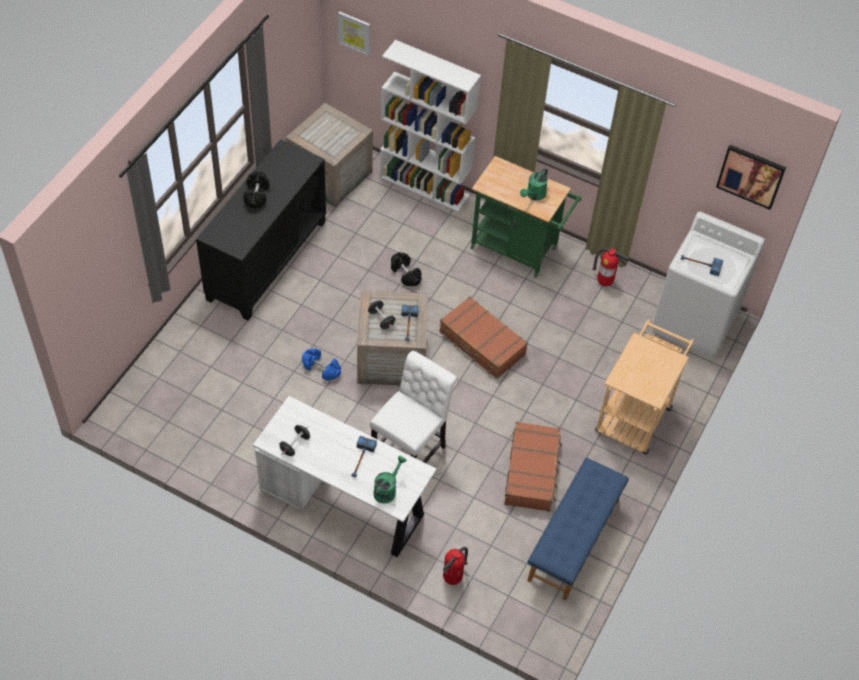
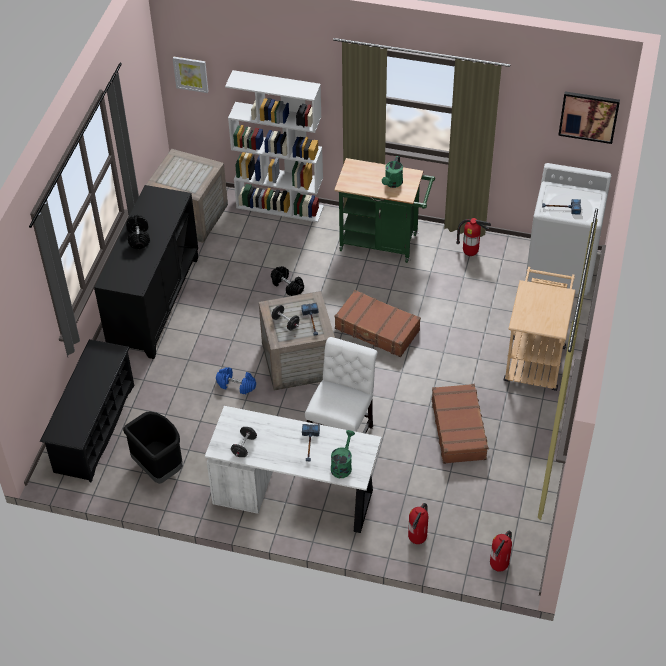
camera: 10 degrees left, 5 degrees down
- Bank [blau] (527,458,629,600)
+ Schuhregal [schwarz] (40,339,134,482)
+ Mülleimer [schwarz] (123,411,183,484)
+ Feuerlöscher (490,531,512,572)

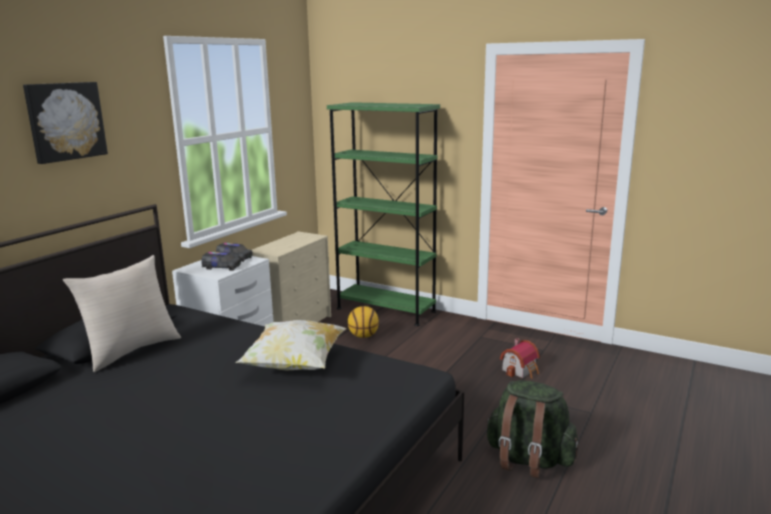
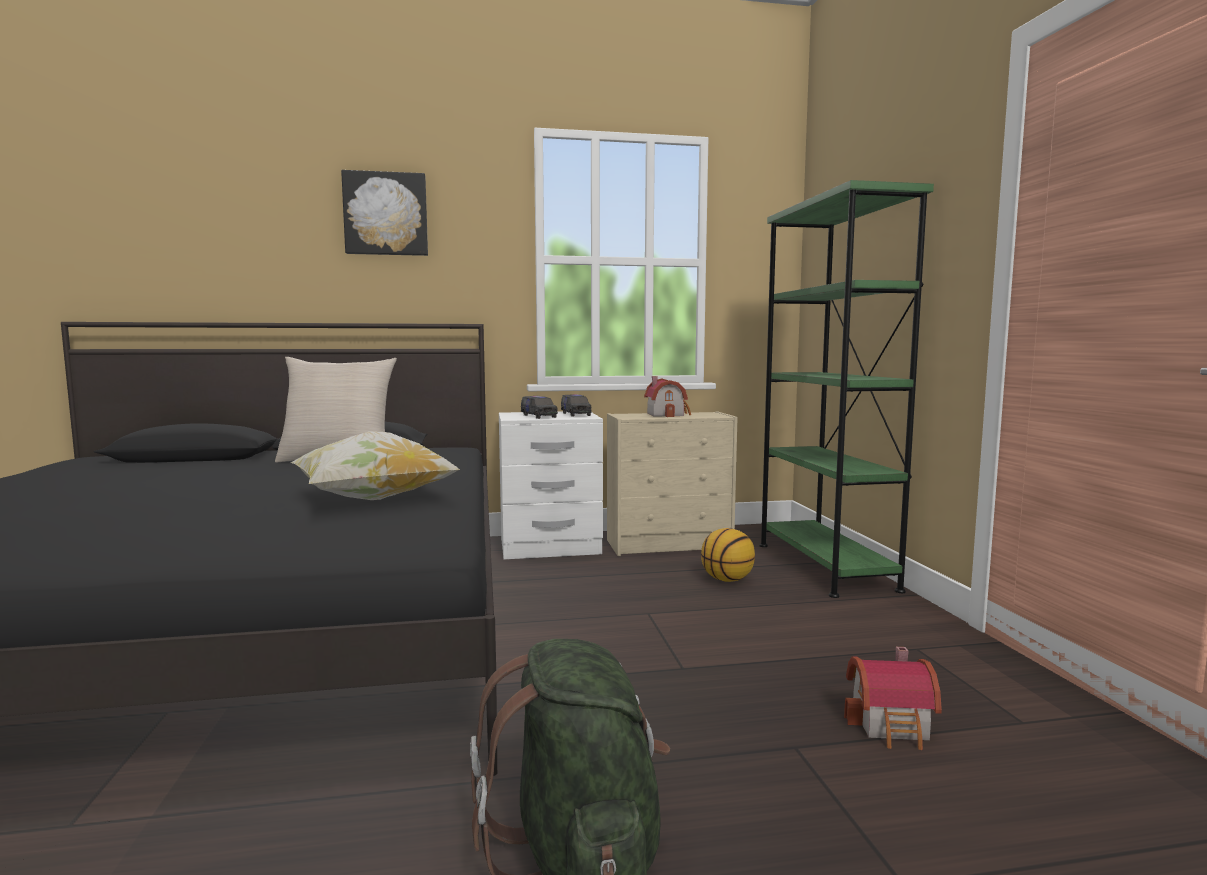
camera: 50 degrees right, 10 degrees down
+ Spielzeughaus (644,376,691,417)

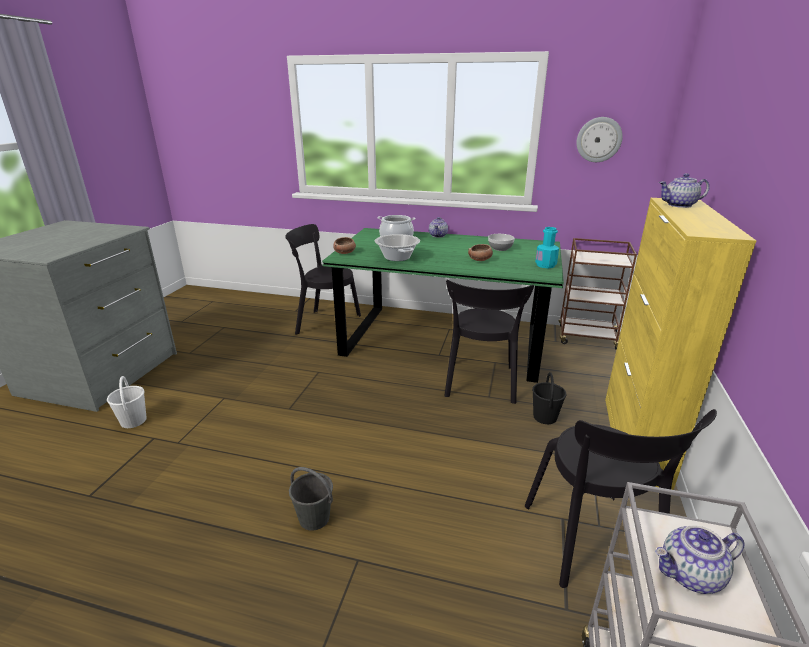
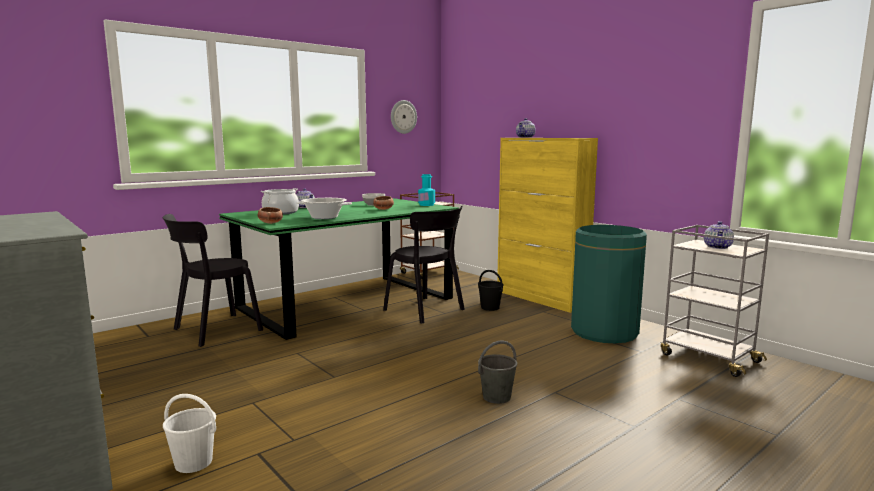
camera: 55 degrees left, 15 degrees down
~ Stuhl [schwarz] (525,409,717,588) to Mülleimer [grün] (571,225,647,343)

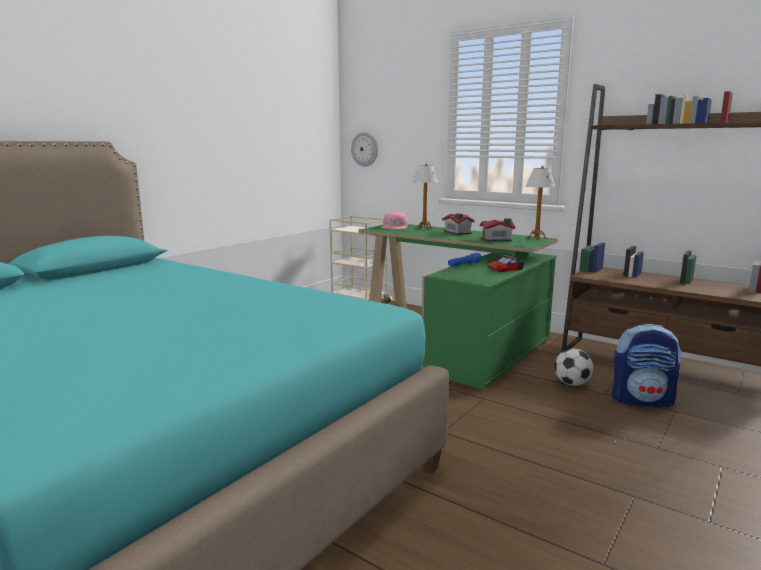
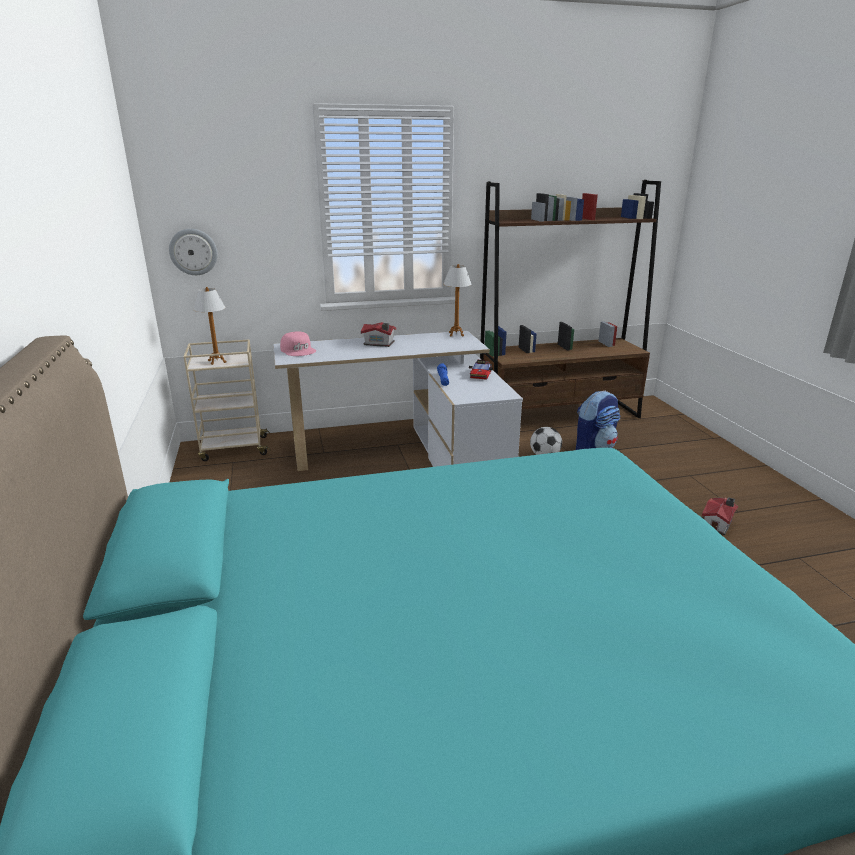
camera: 50 degrees left, 10 degrees up
~ Tischlampe (413,164,438,230) to (193,287,226,365)
~ Spielzeughaus (480,218,515,241) to (702,497,738,535)
~ Schreibtisch [grün] (358,224,558,389) to Schreibtisch [weiß] (273,331,523,471)

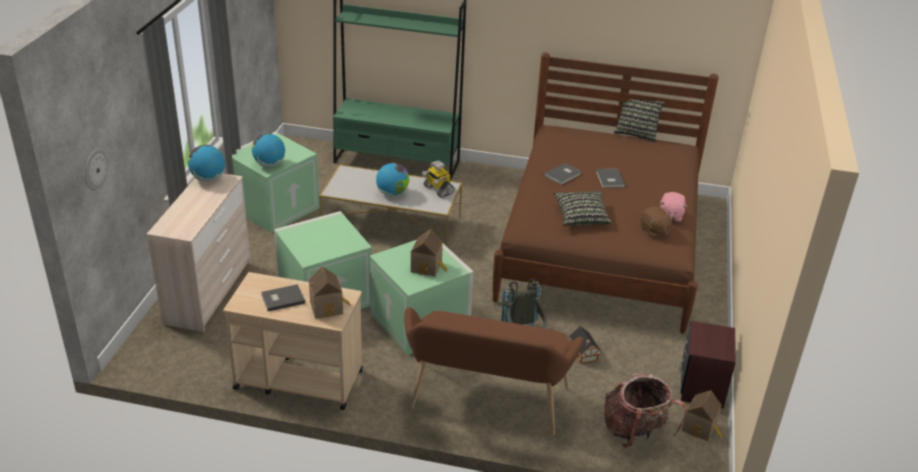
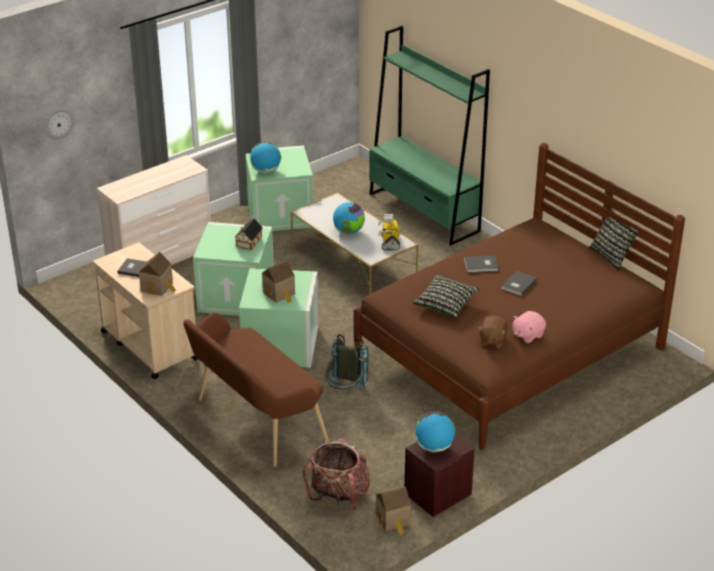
camera: 40 degrees right, 0 degrees up
~ Globus (188,145,225,182) to (415,411,455,452)
~ Spielzeughaus (569,326,601,364) to (234,218,263,250)

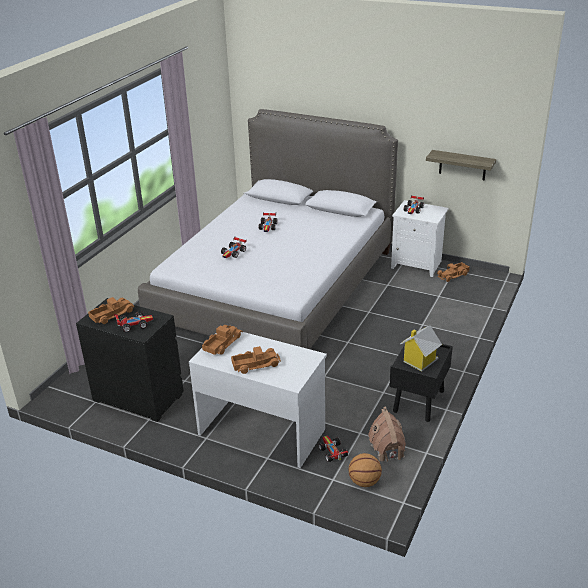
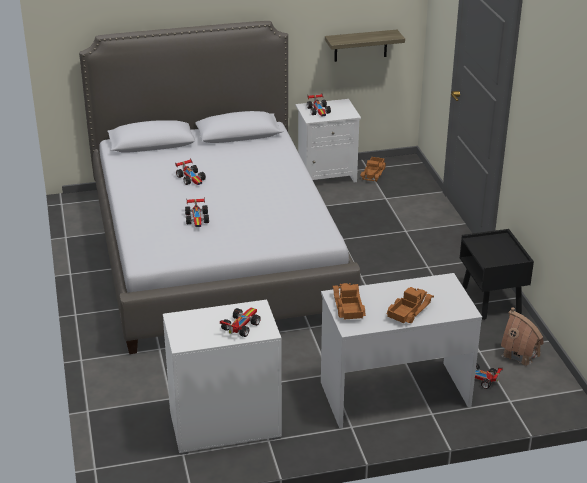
camera: 40 degrees left, 0 degrees up
- Spielzeuglaster (88,297,134,324)
- Basketball (348,453,382,487)
- Spielzeughaus (400,325,442,371)
~ Kommode [schwarz] (76,298,184,422) to Kommode [weiß] (163,300,282,455)

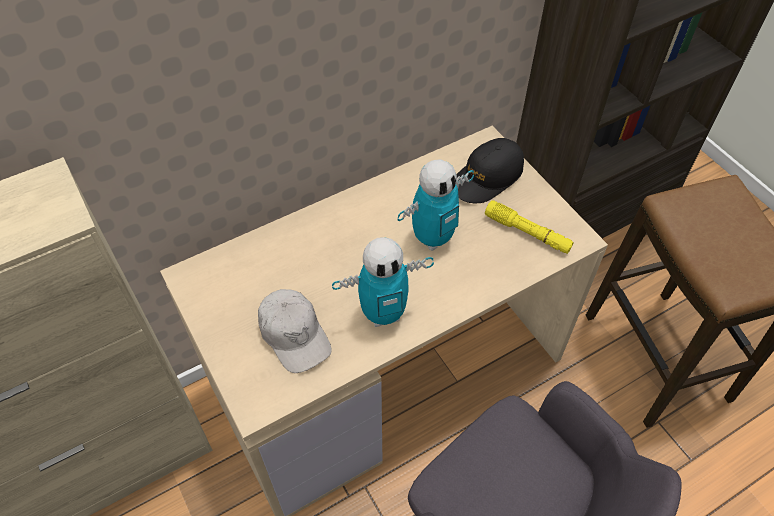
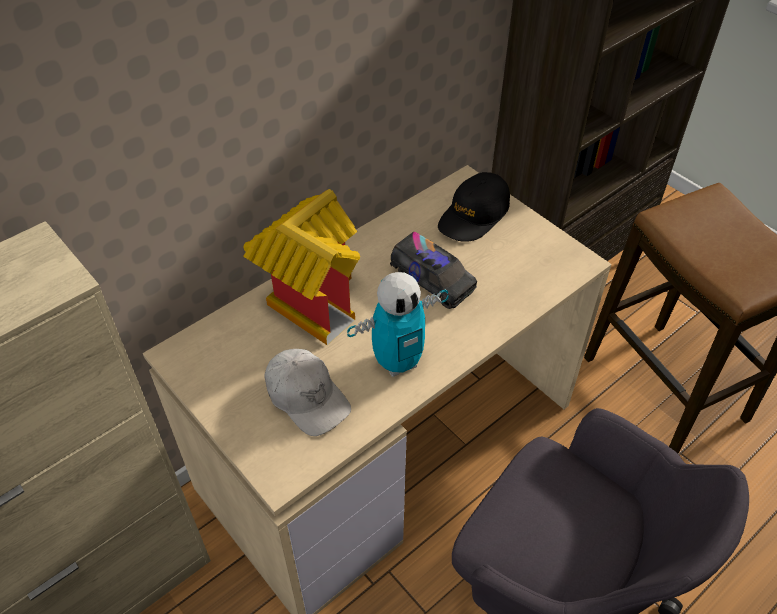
camera: 10 degrees left, 5 degrees down
- Taschenlampe [gelb] (485,200,574,254)
+ Spielzeughaus (243,189,360,345)
~ Spielzeugroboter (397,159,474,251) to Spielzeuglaster (390,232,477,309)

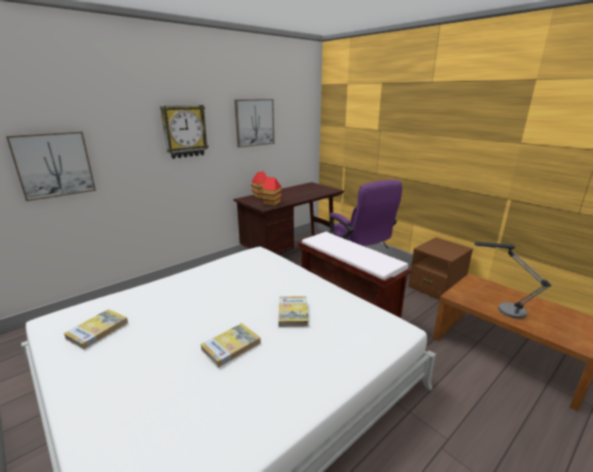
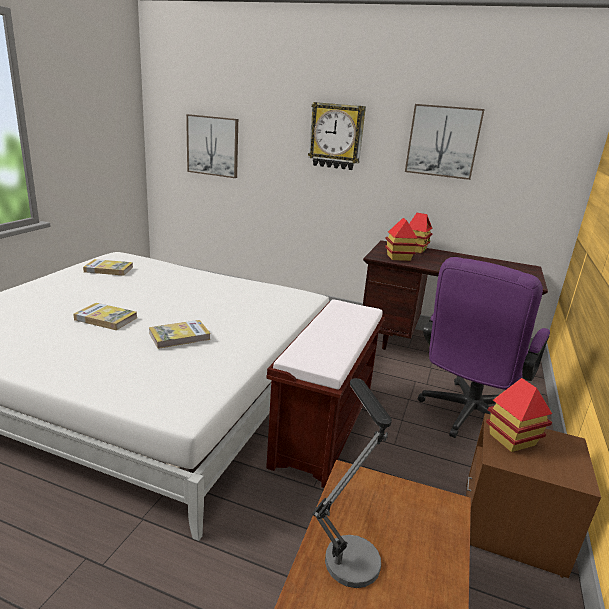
camera: 60 degrees right, 0 degrees up
+ Spielzeughaus (486,378,552,452)

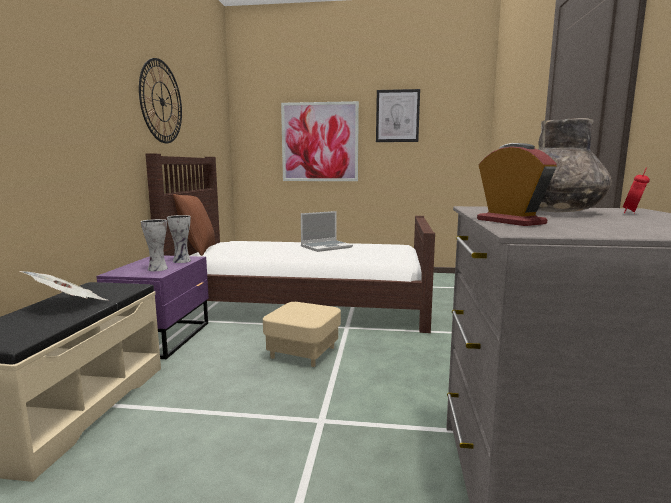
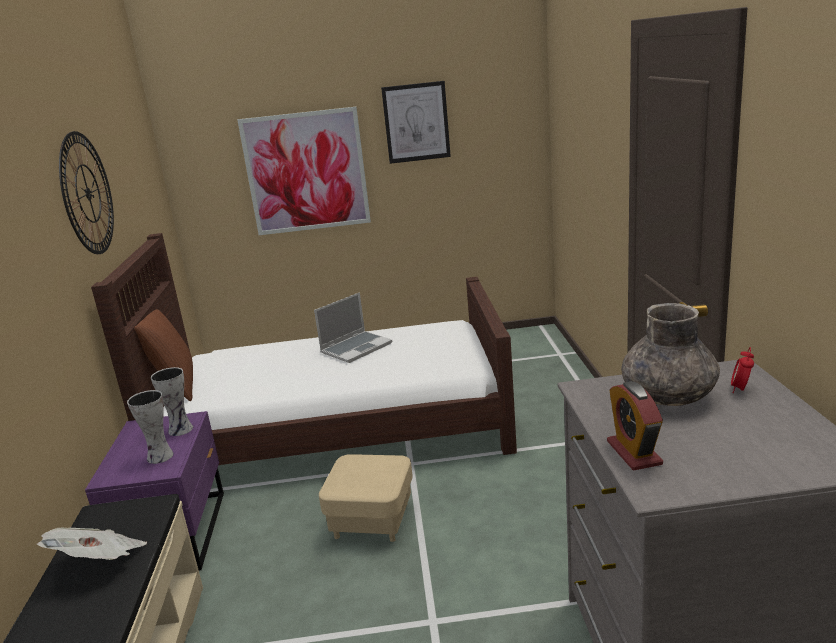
camera: 10 degrees left, 10 degrees up
~ Wecker (477,143,557,226) = (607,381,663,471) 150 degrees counterclockwise

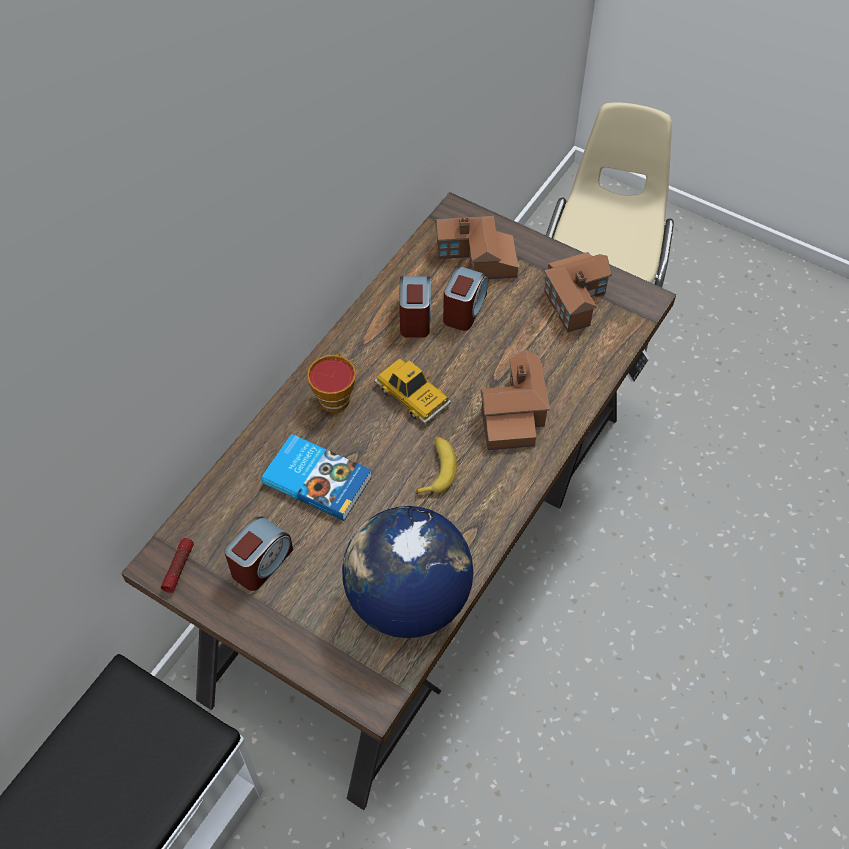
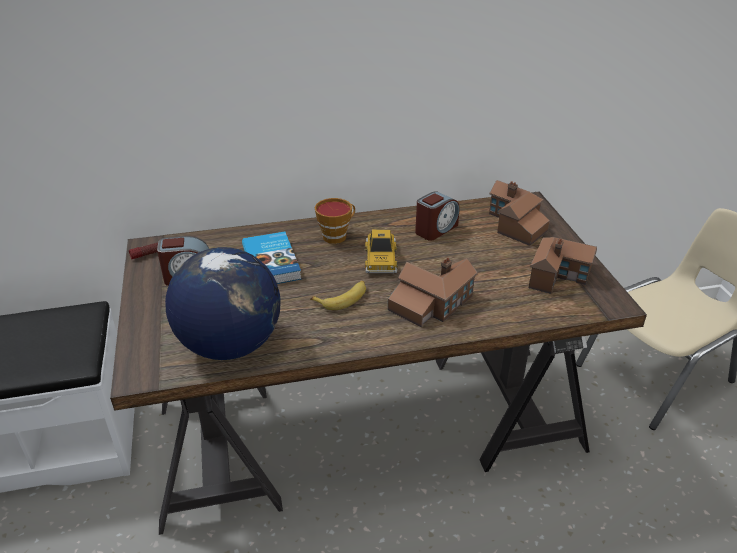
camera: 45 degrees right, 20 degrees down
- Wecker (443,266,488,331)

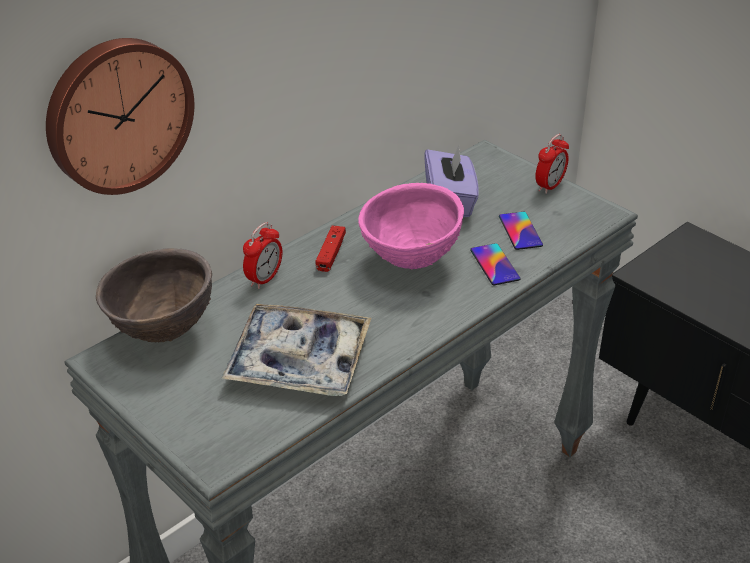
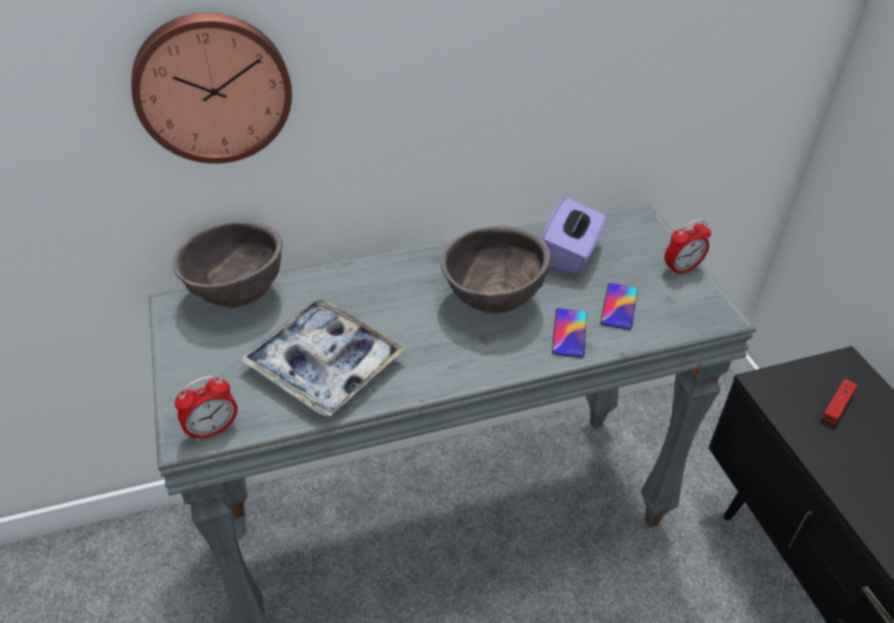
camera: 25 degrees right, 5 degrees up
~ Wecker (243,222,282,289) to (175,376,237,442)
~ Gamepad [rot] (316,225,346,272) to (822,379,857,425)
~ Schüssel [rosa] (358,183,464,269) to Schüssel [braun] (441,225,550,314)

